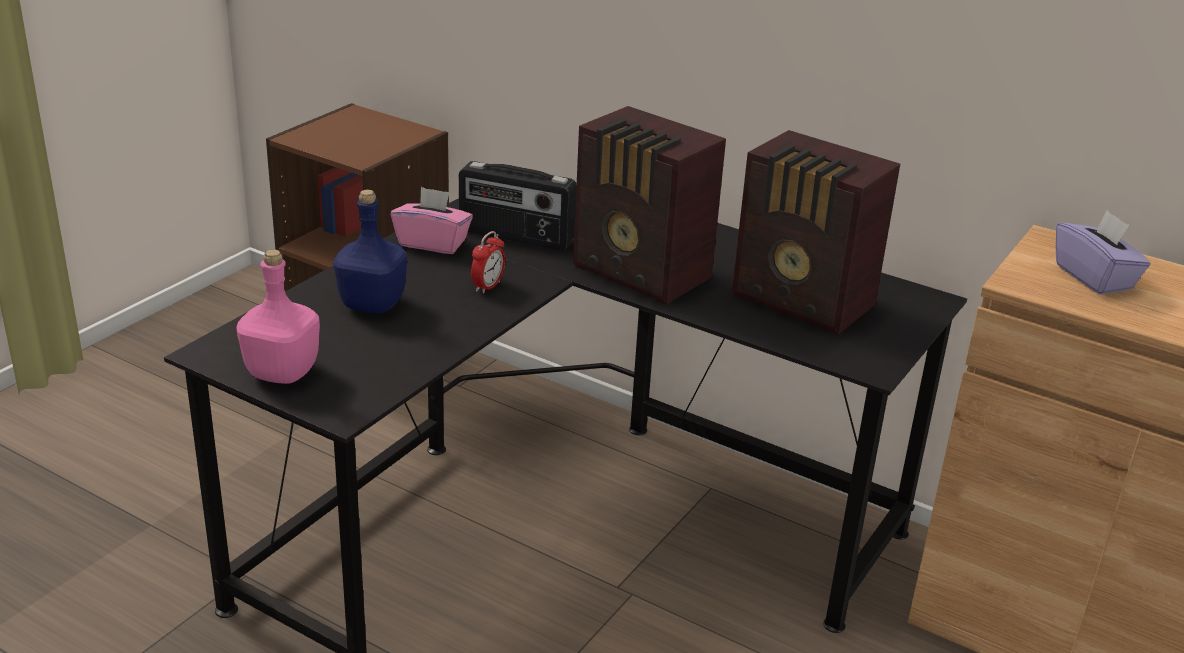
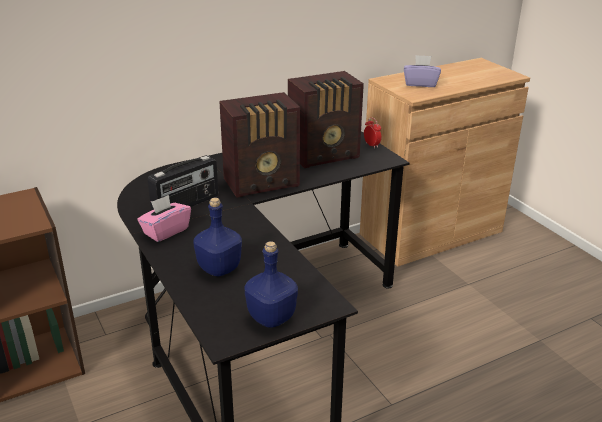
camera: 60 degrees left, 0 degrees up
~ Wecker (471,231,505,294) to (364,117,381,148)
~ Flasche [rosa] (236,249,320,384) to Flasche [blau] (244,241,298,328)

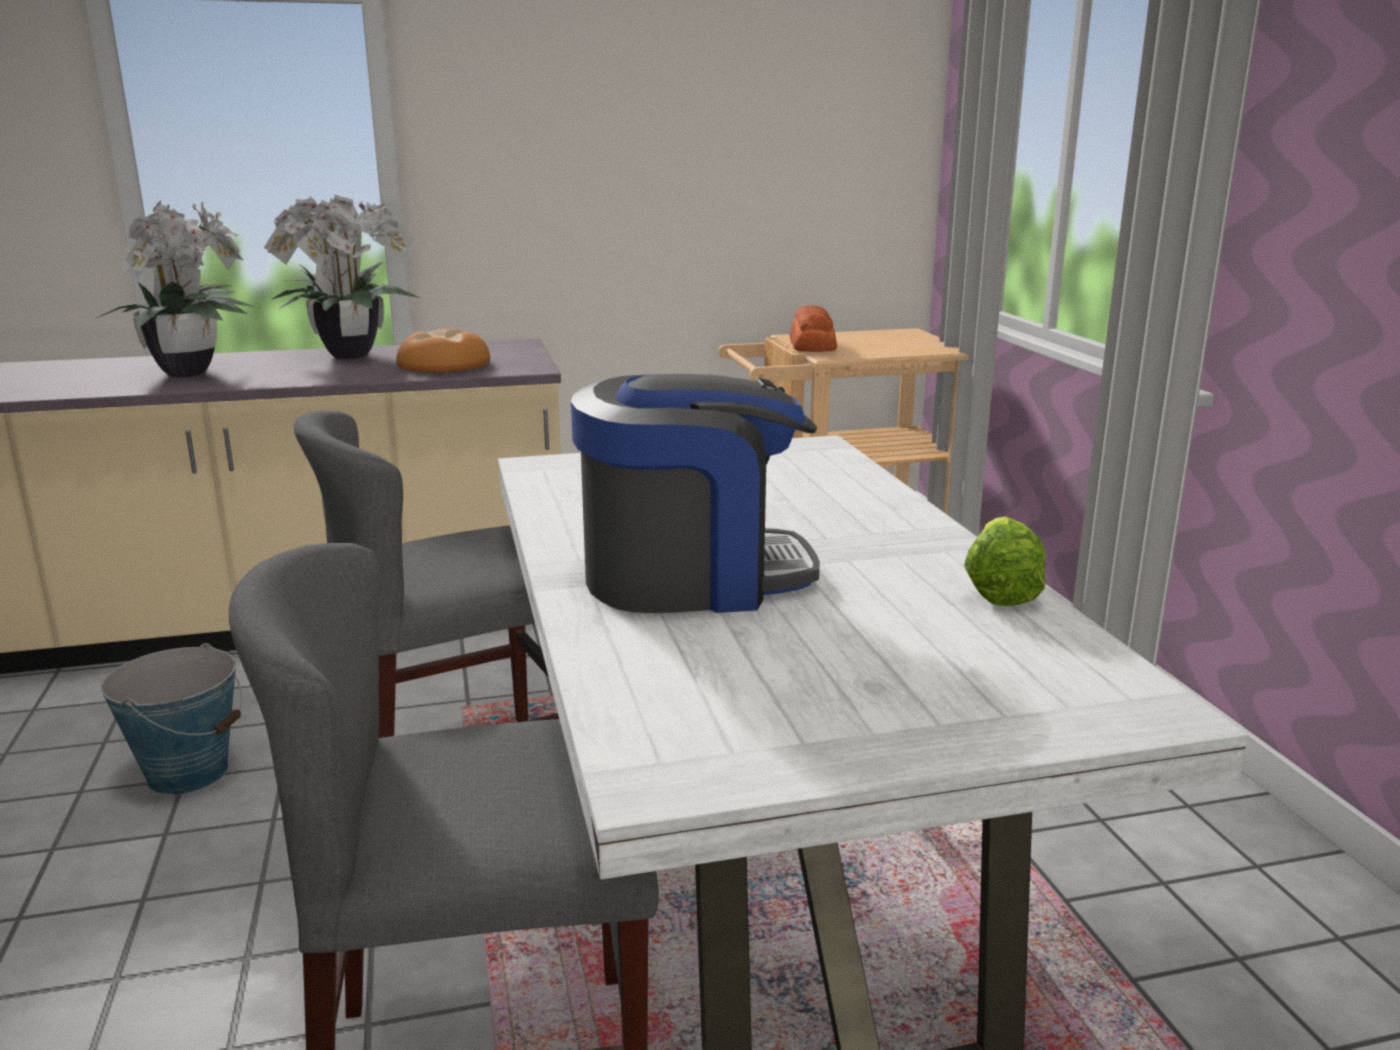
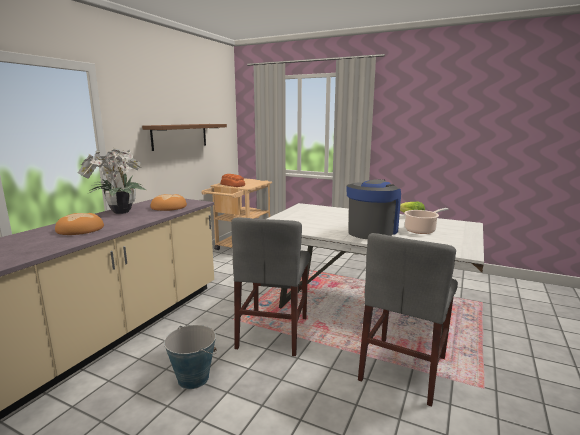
camera: 50 degrees left, 5 degrees down
+ Wandregal [braun] (142,124,227,151)
+ Kochtopf (404,208,449,234)
~ Topfpflanze (96,201,254,377) to Brot (55,213,104,235)

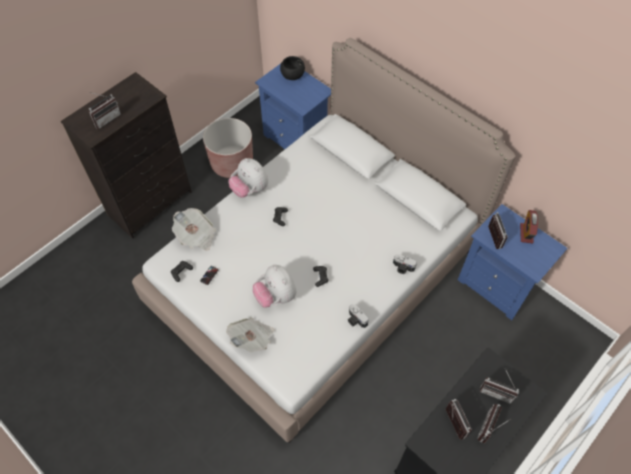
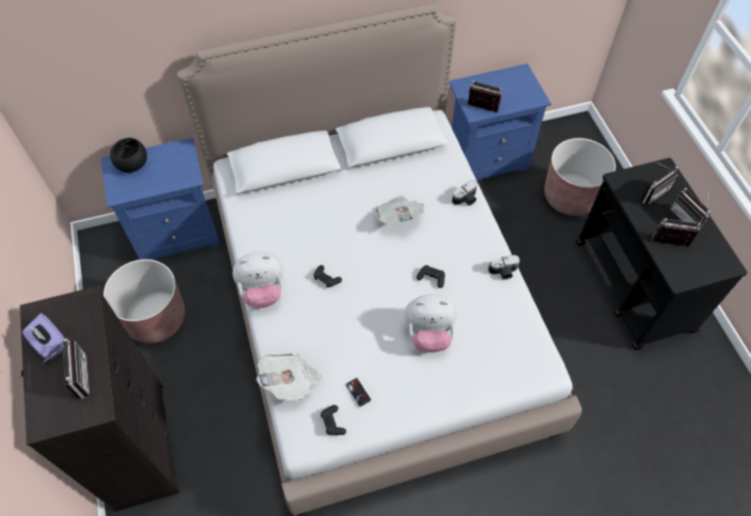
camera: 60 degrees left, 0 degrees up
- Wecker (520,210,538,243)
+ Taschentuchbox [lila] (22,313,65,360)
+ Pflanzkübel [braun] (544,138,616,216)
~ Zeitung (226,317,274,352) to (375,195,424,224)

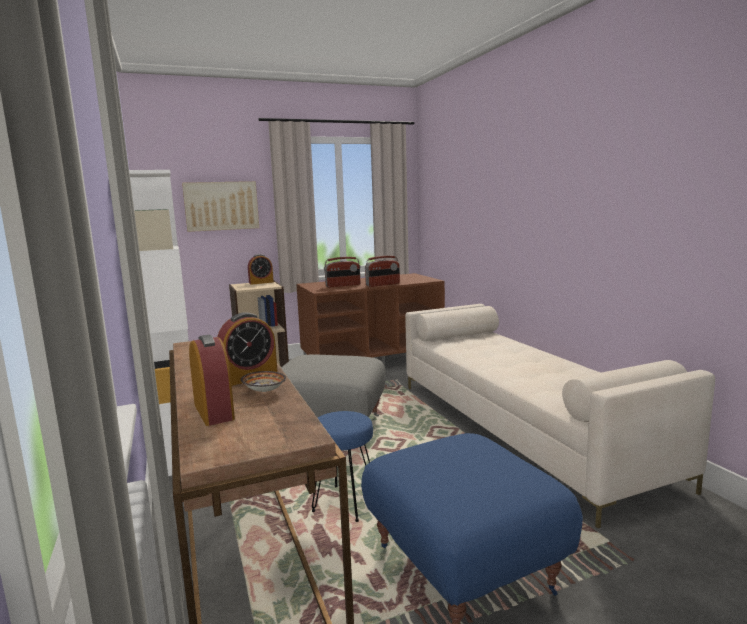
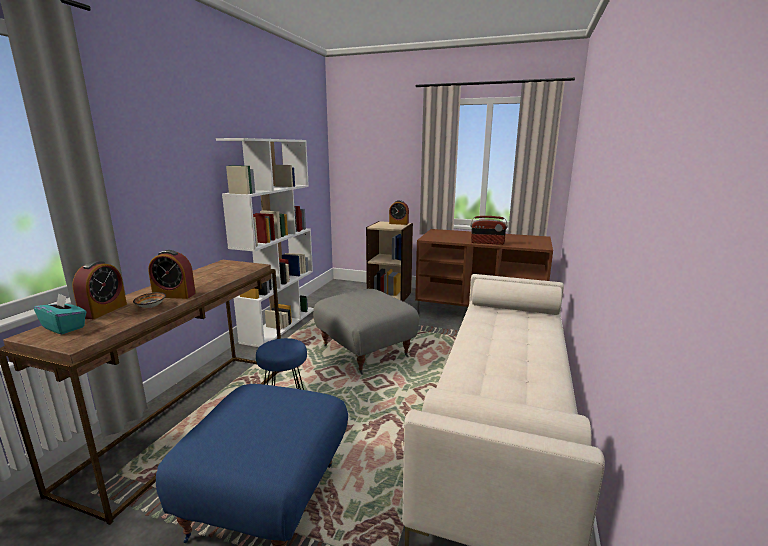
camera: 40 degrees right, 5 degrees up
- Bild (182,181,259,232)
- Radio (324,257,360,287)
+ Taschentuchbox [türkis] (34,293,87,334)

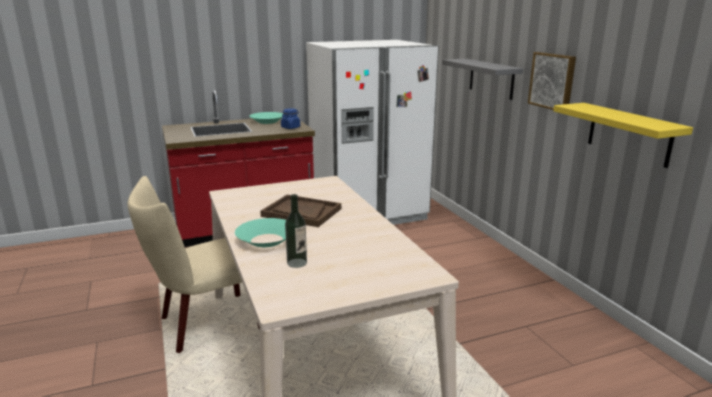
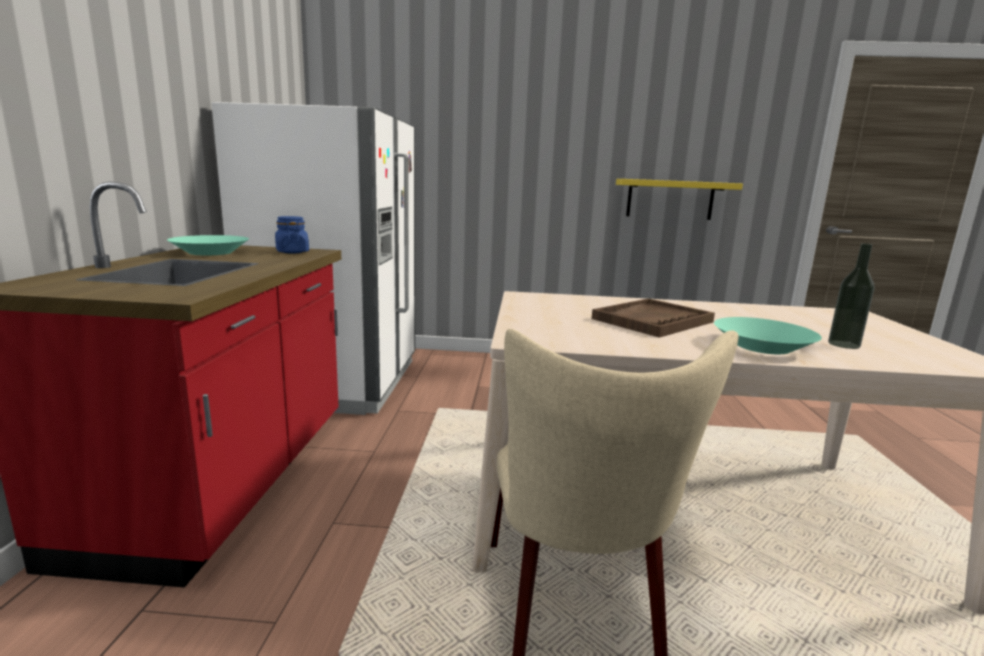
camera: 65 degrees left, 5 degrees down
- Wandregal [grau] (442,59,523,100)
- Bild (528,52,576,110)

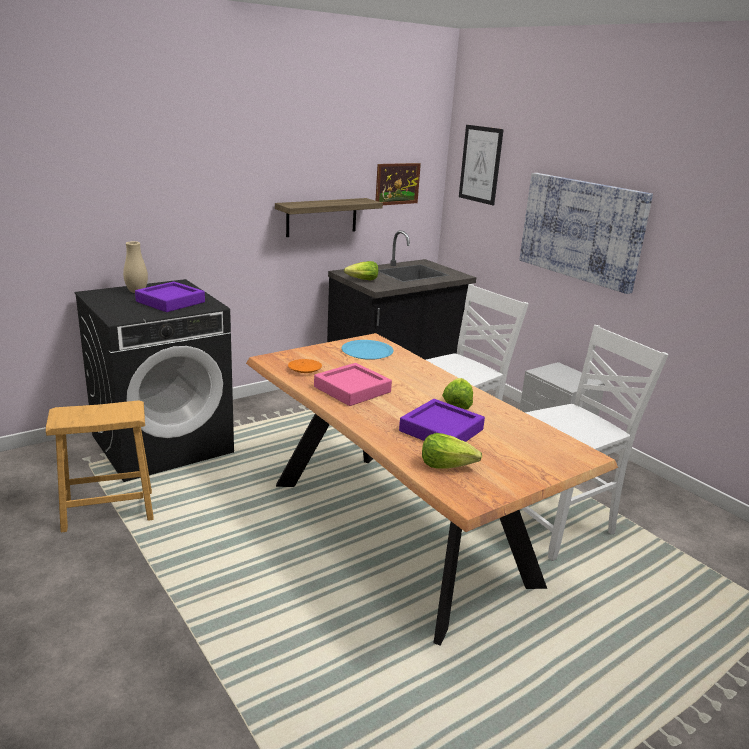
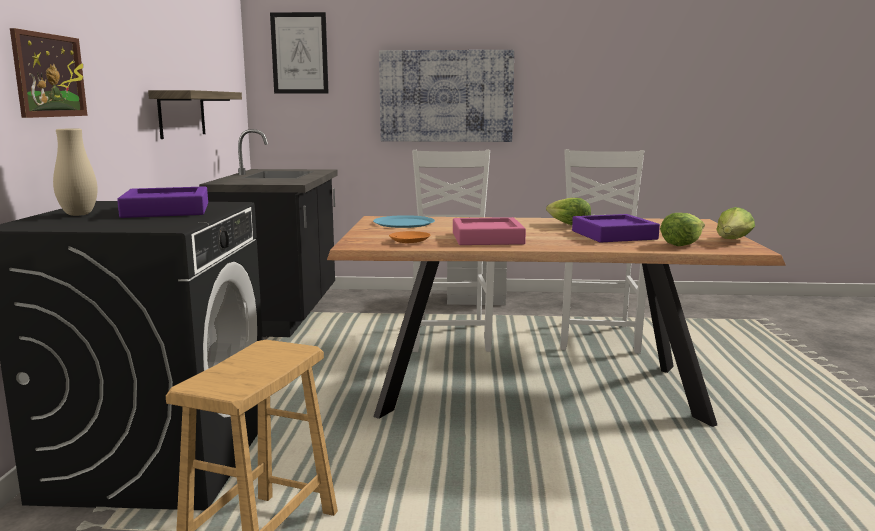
camera: 50 degrees left, 10 degrees down
~ Salatkopf (344,261,378,280) to (716,207,755,239)
~ Bild (376,163,421,205) to (10,28,88,118)

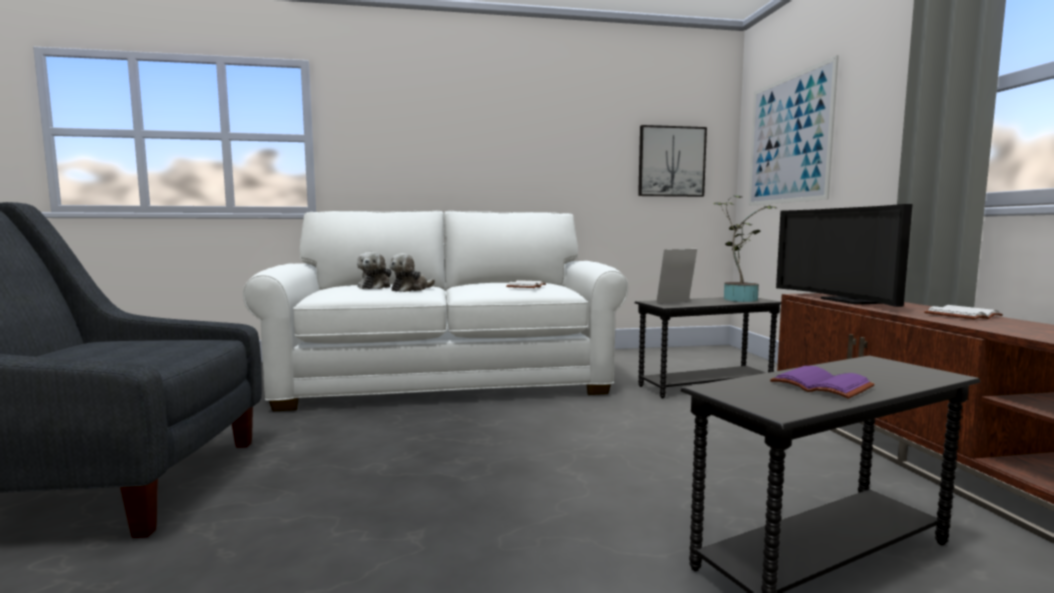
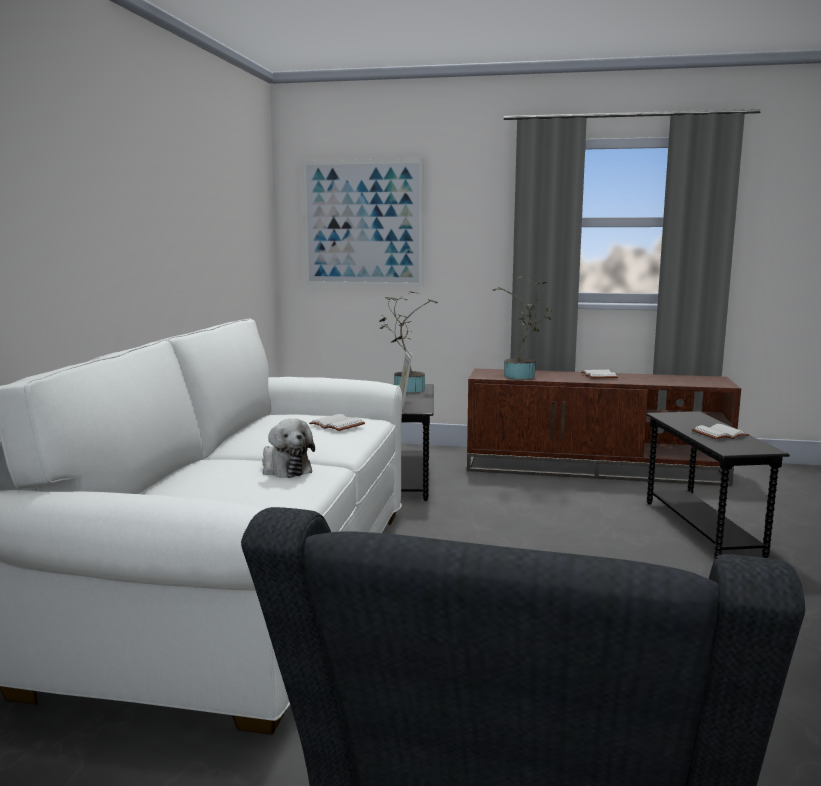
camera: 70 degrees left, 5 degrees up
- Plüschtier (357,252,392,289)
- Bild (638,125,707,197)
~ Fernseher (776,204,913,307) to Topfpflanze (492,276,553,379)
~ Buch [lila] (770,366,875,399) to Buch [weiß] (692,424,749,440)

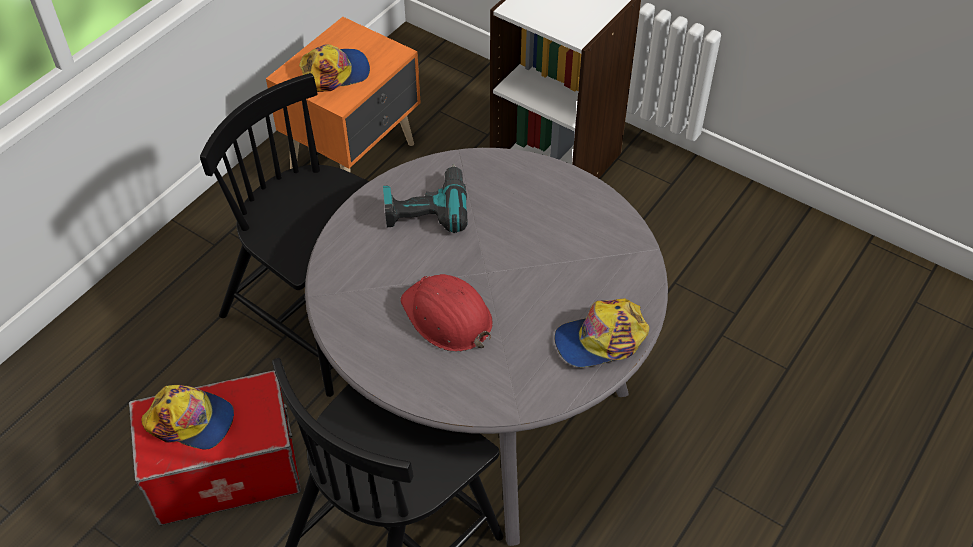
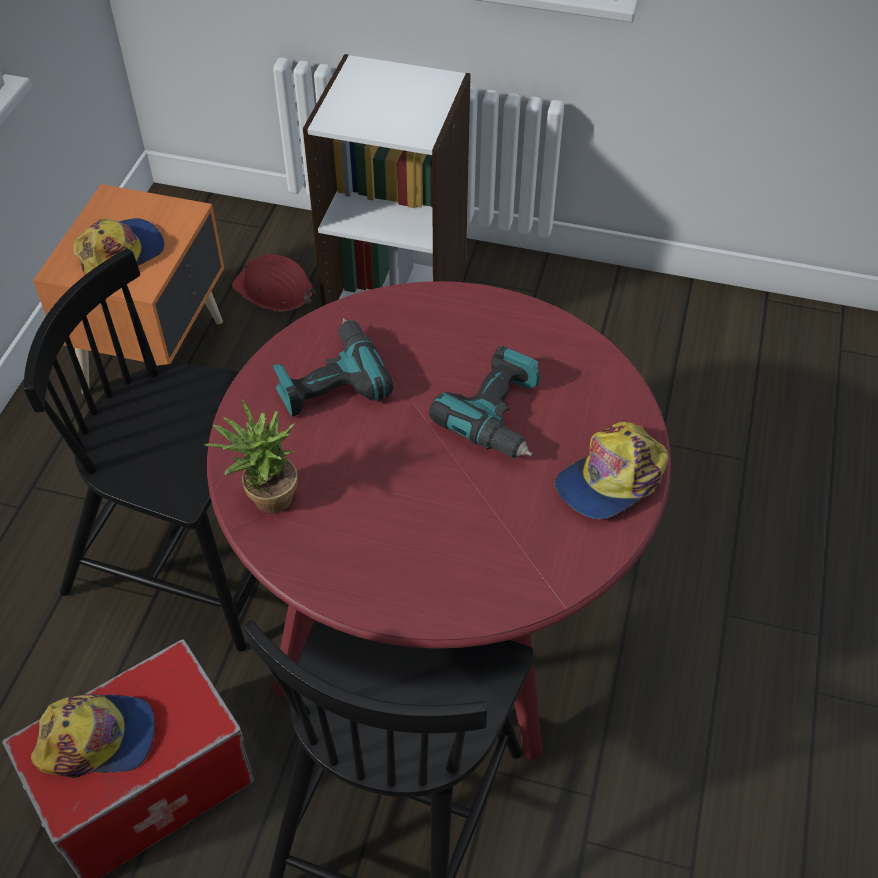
camera: 20 degrees left, 0 degrees up
+ Topfpflanze (203,399,298,513)
+ Bohrmaschine (429,346,540,458)
~ Schutzhelm [rot] (400,274,493,351) to (232,254,315,312)
~ Esstisch [grau] (305,148,668,546) to Esstisch [rot] (207,281,671,761)

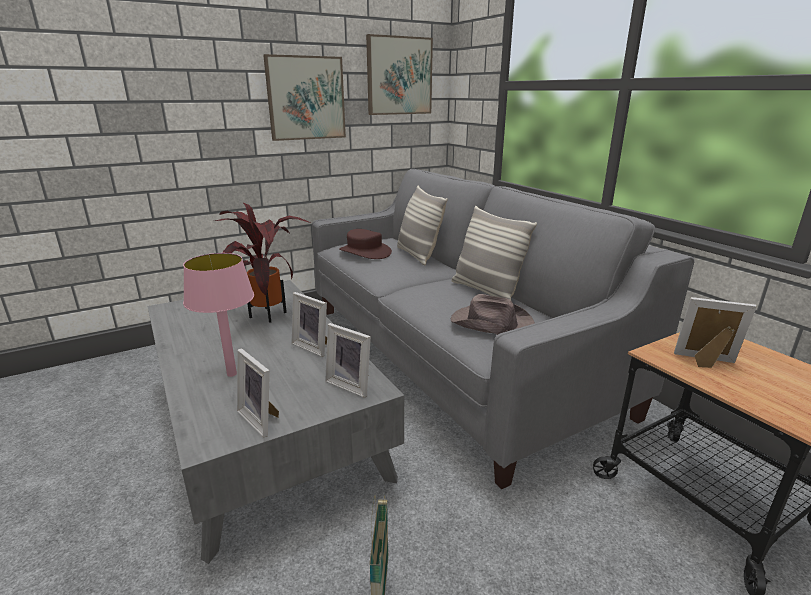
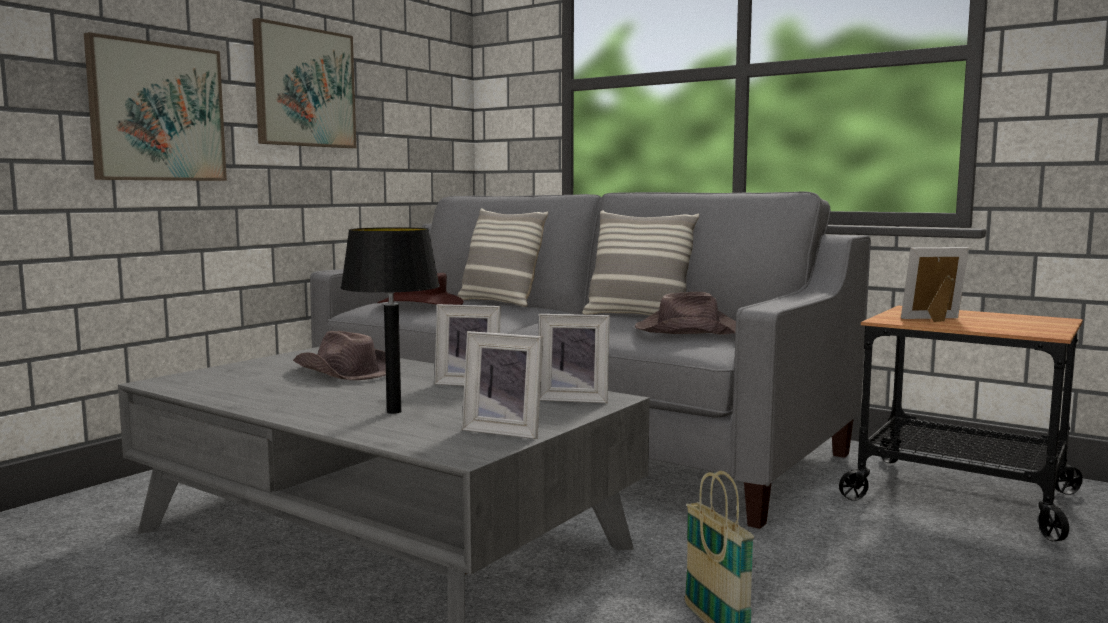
camera: 25 degrees left, 15 degrees down
~ Bild (366,34,433,115) to (84,32,227,181)
~ Topfpflanze (215,203,310,323) to Hut [braun] (293,331,386,380)
~ Tischlampe [rosa] (183,253,254,377) to Tischlampe [schwarz] (341,227,440,414)

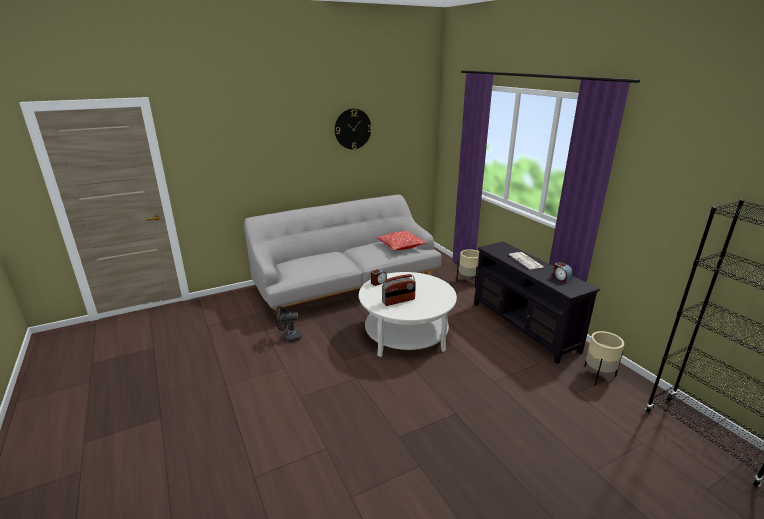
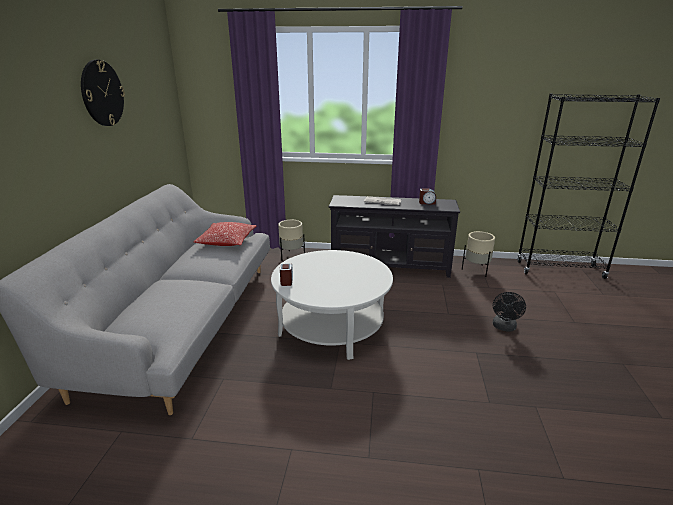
camera: 55 degrees left, 0 degrees up
- Radio (382,274,416,306)
~ Ventilator [schwarz] (274,306,302,342) to (493,292,526,331)

